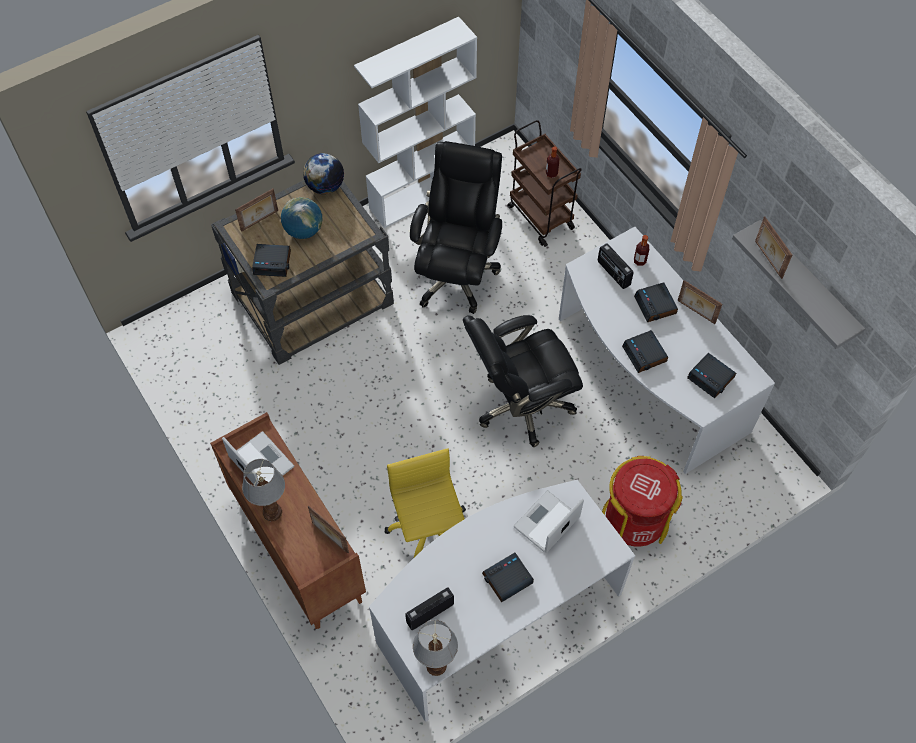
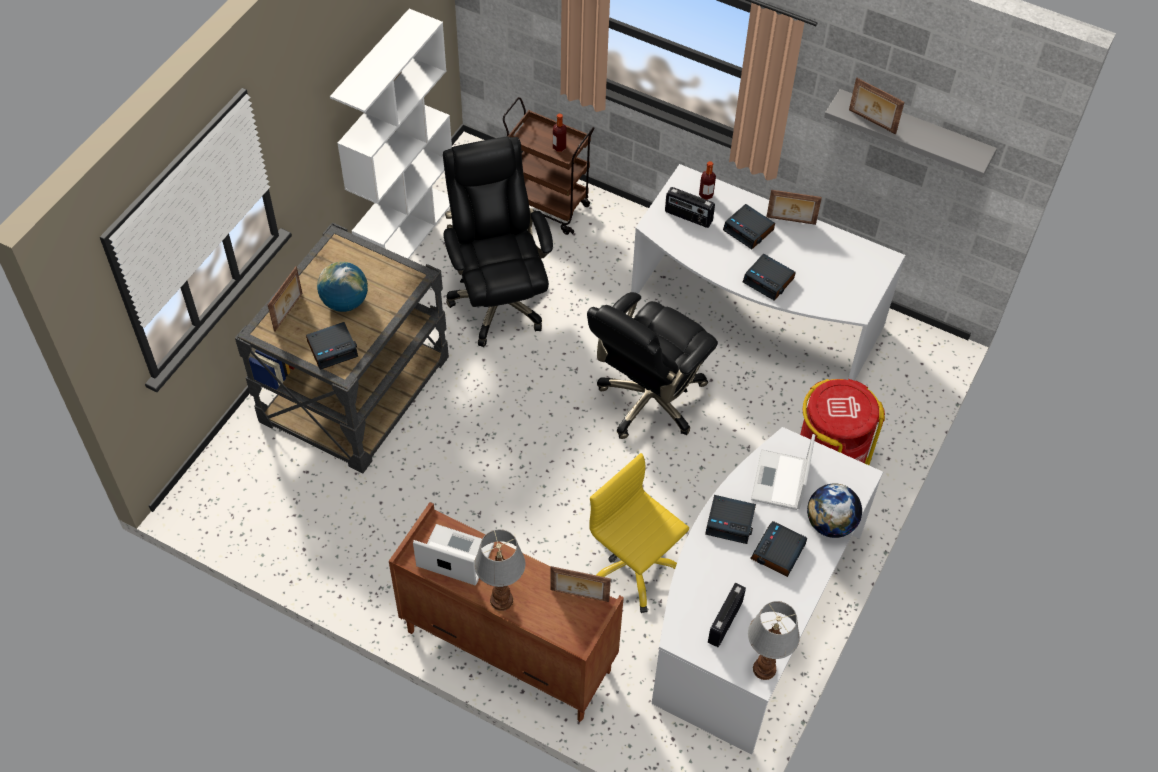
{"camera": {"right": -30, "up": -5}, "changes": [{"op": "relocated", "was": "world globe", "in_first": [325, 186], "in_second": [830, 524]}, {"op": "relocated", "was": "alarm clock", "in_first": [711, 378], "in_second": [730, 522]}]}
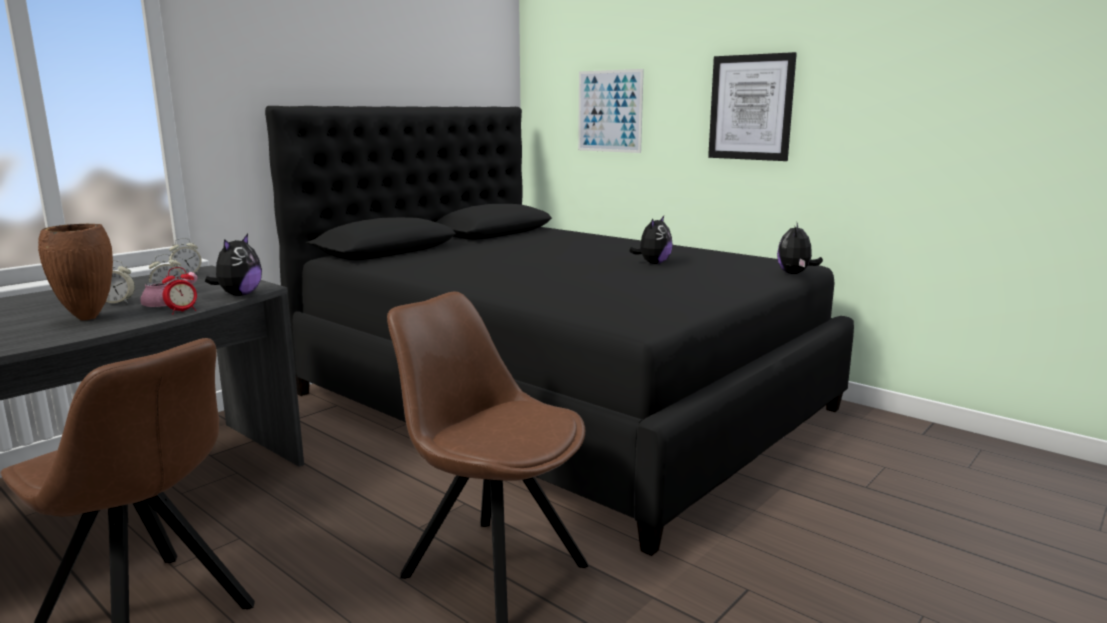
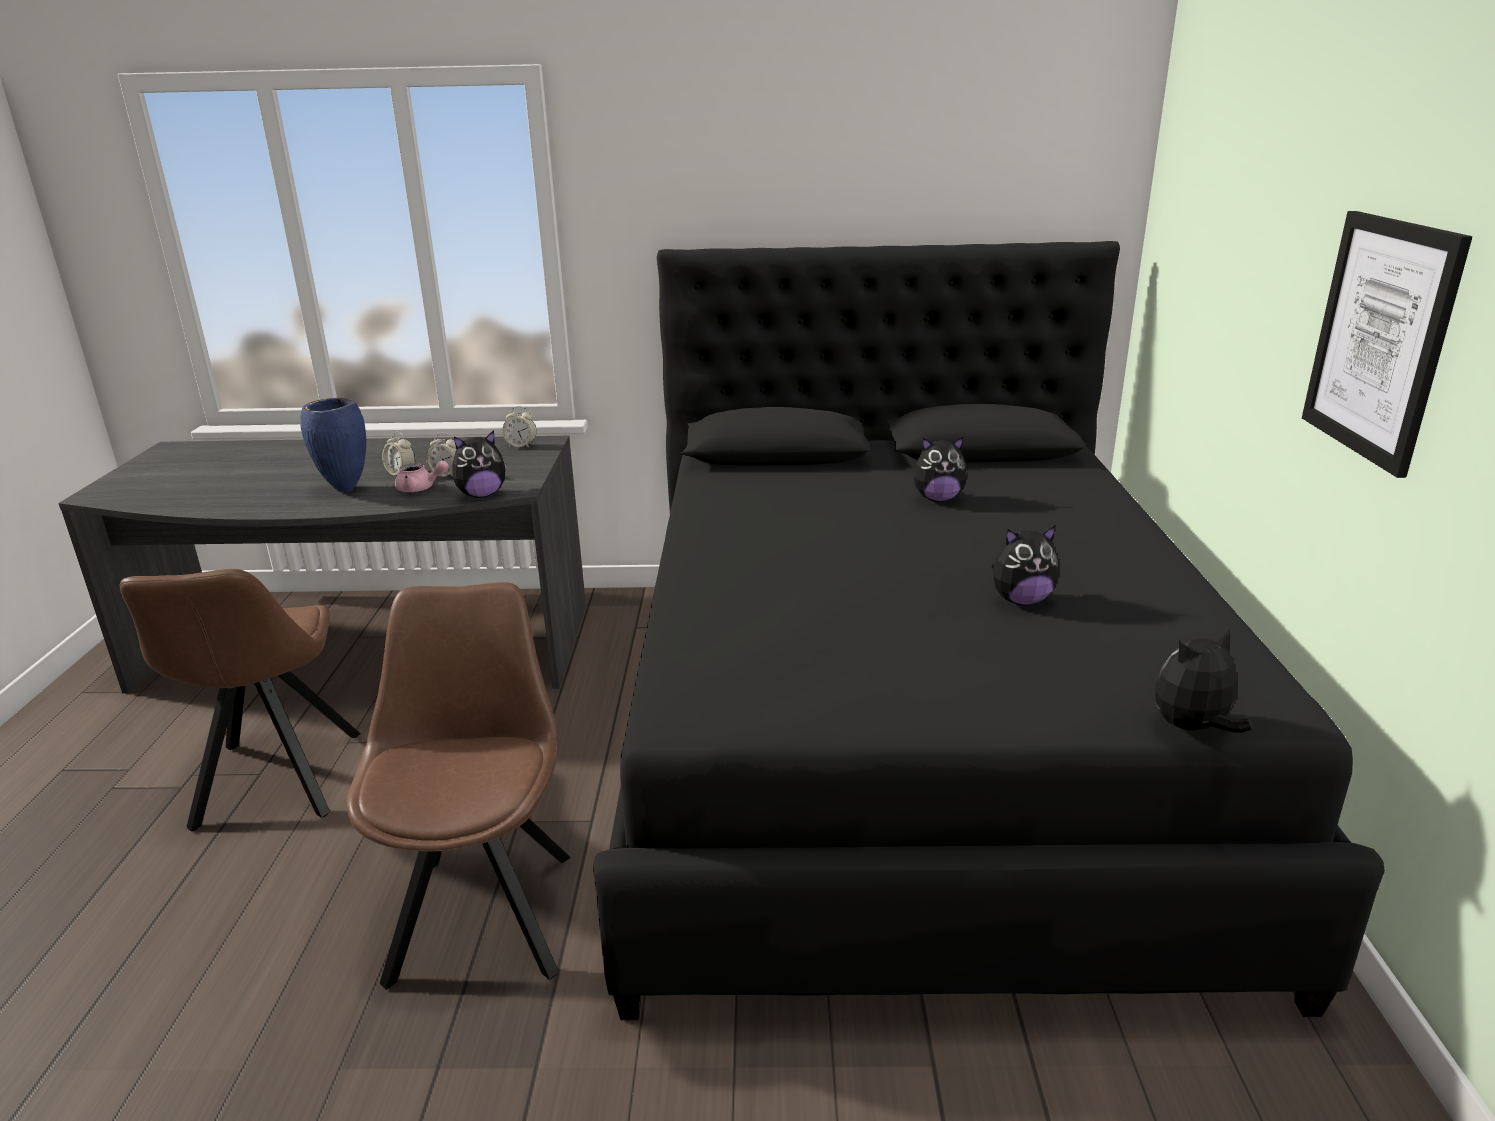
{"camera": {"right": 50, "up": 10}, "changes": [{"op": "colour", "was": "vase in brown-coloured", "now": "vase in bluish", "in_first": [87, 319], "in_second": [345, 490]}, {"op": "missing", "was": "alarm clock", "in_first": [183, 311]}, {"op": "missing", "was": "picture", "in_first": [609, 111]}, {"op": "appeared", "now": "plush toy", "in_second": [938, 499]}]}
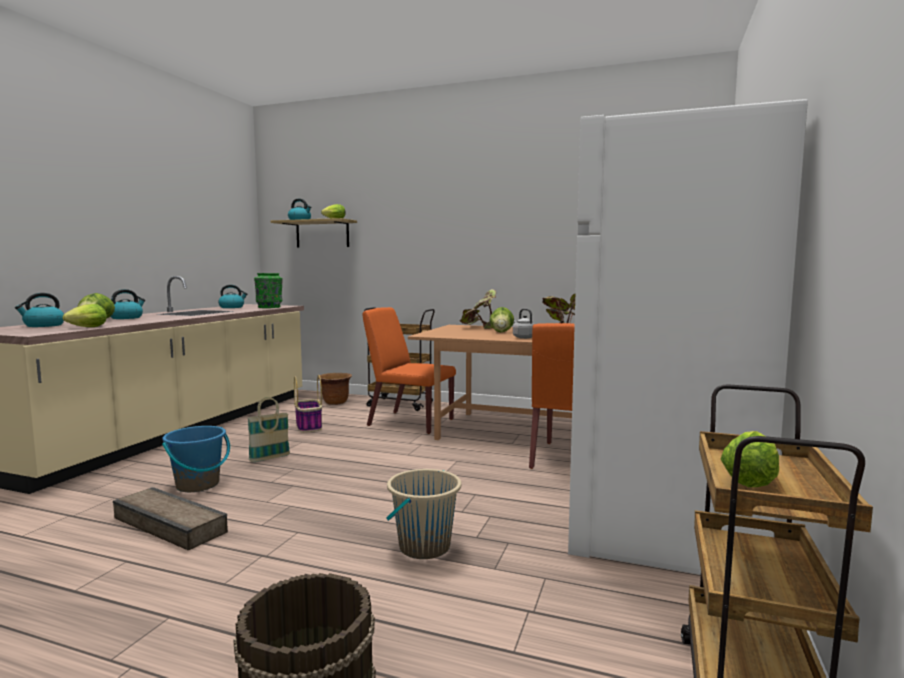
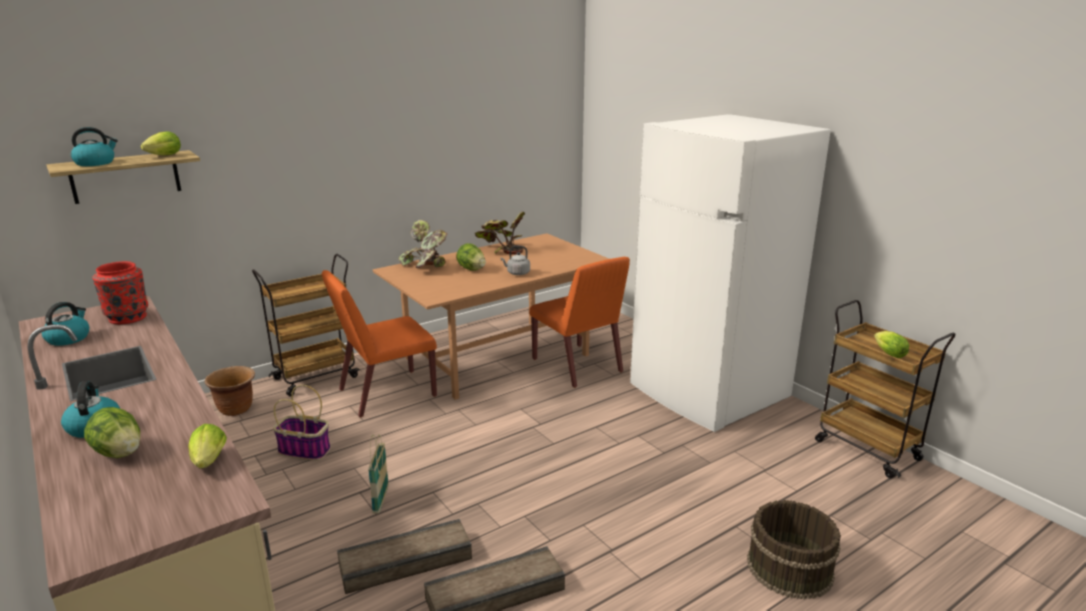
{"camera": {"right": -55, "up": 15}, "changes": [{"op": "missing", "was": "kettle", "in_first": [43, 325]}, {"op": "exchanged", "was": "pail in bluish", "now": "shipping crate", "in_first": [198, 485], "in_second": [405, 561]}, {"op": "colour", "was": "vase in green", "now": "vase in red", "in_first": [269, 307], "in_second": [127, 317]}, {"op": "missing", "was": "pail in beige", "in_first": [424, 547]}]}
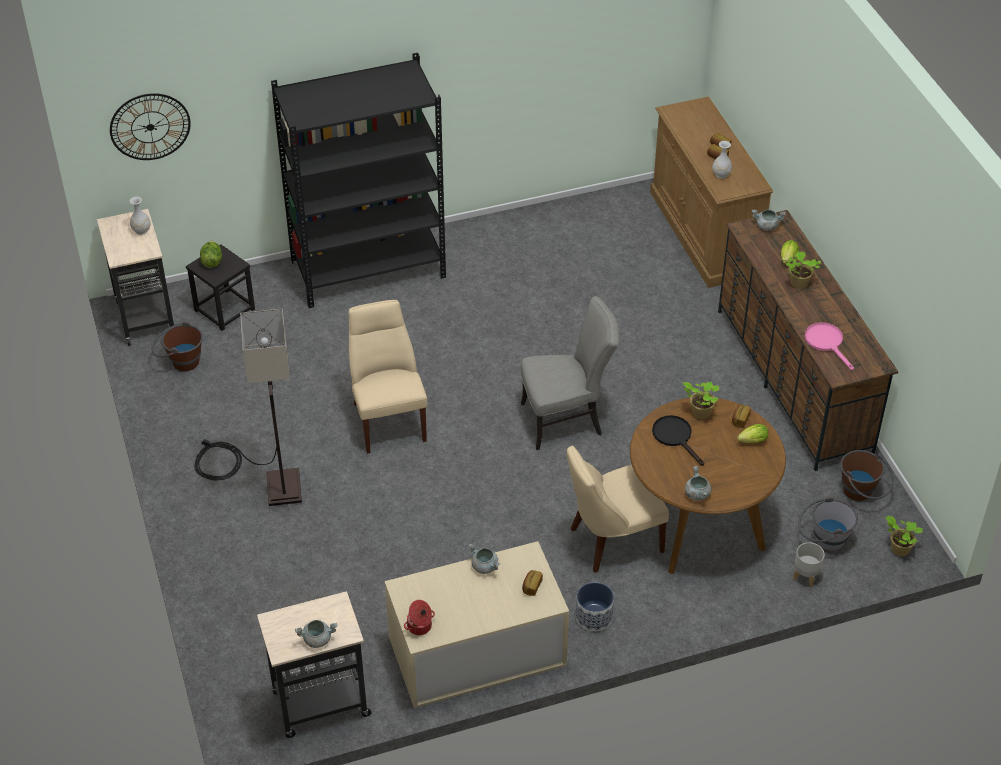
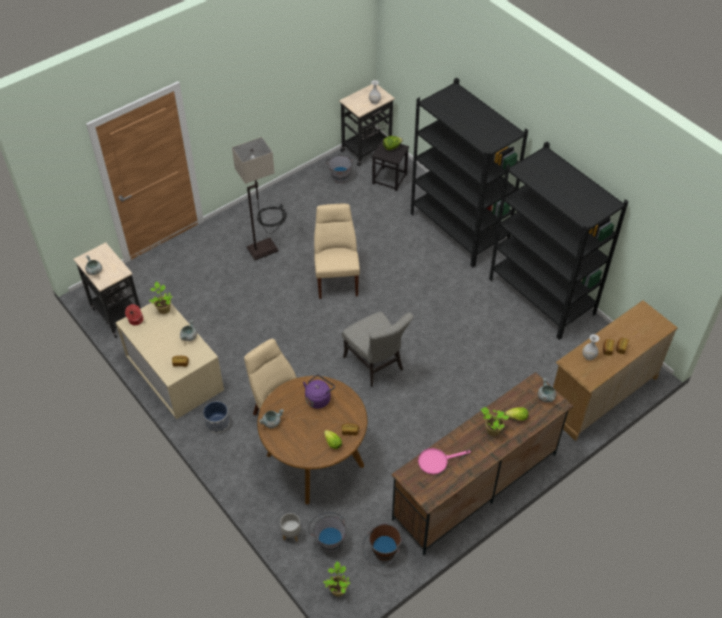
{"camera": {"right": 70, "up": 5}, "changes": [{"op": "missing", "was": "hanging clock", "in_first": [150, 127]}, {"op": "colour", "was": "pail in brown-coloured", "now": "pail in greyish", "in_first": [180, 361], "in_second": [339, 175]}, {"op": "spun", "was": "chair in beige", "in_first": [388, 419], "in_second": [336, 278], "clockwise": -60}, {"op": "exchanged", "was": "pan in blackish", "now": "kettle in purple", "in_first": [675, 437], "in_second": [319, 398]}, {"op": "relocated", "was": "plant in a pot", "in_first": [699, 413], "in_second": [163, 309]}, {"op": "spun", "was": "pan in pink", "in_first": [827, 343], "in_second": [437, 461], "clockwise": -150}, {"op": "appeared", "now": "bookcase in blackish", "in_second": [541, 296]}]}
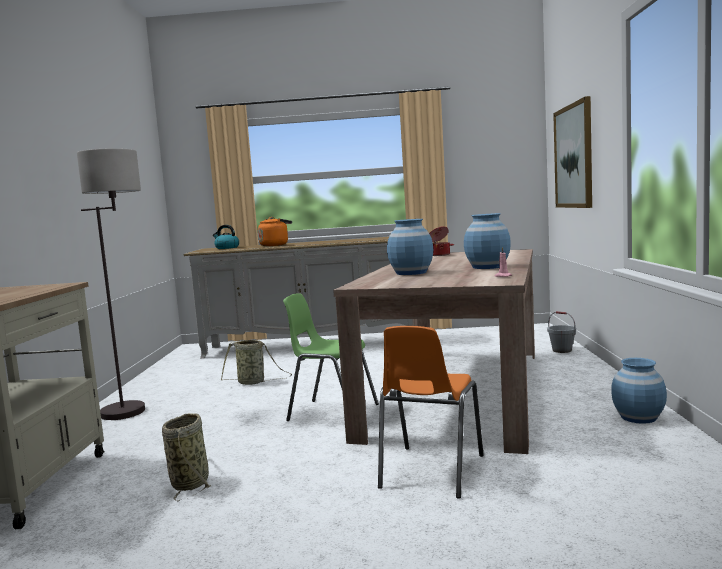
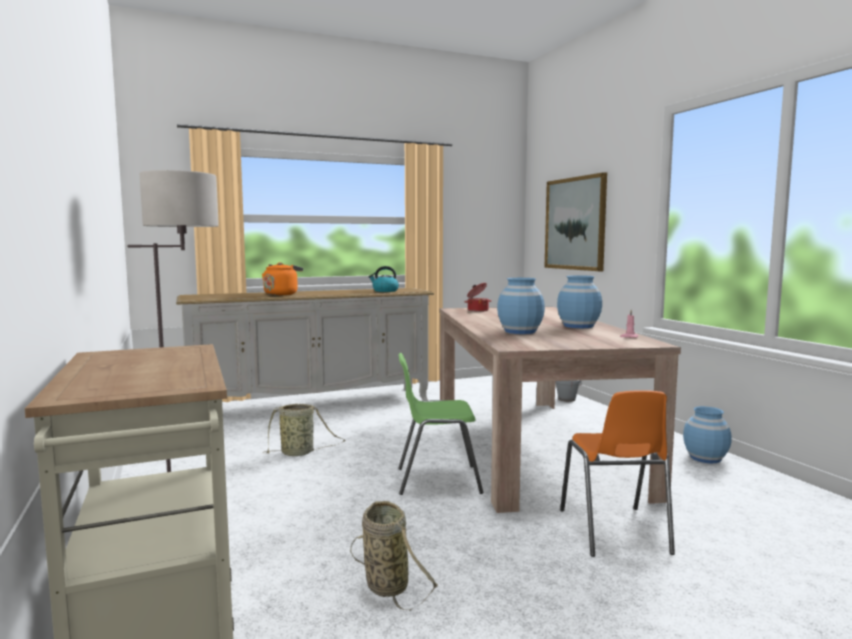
{"camera": {"right": -25, "up": 0}, "changes": [{"op": "relocated", "was": "kettle", "in_first": [226, 248], "in_second": [385, 291]}]}
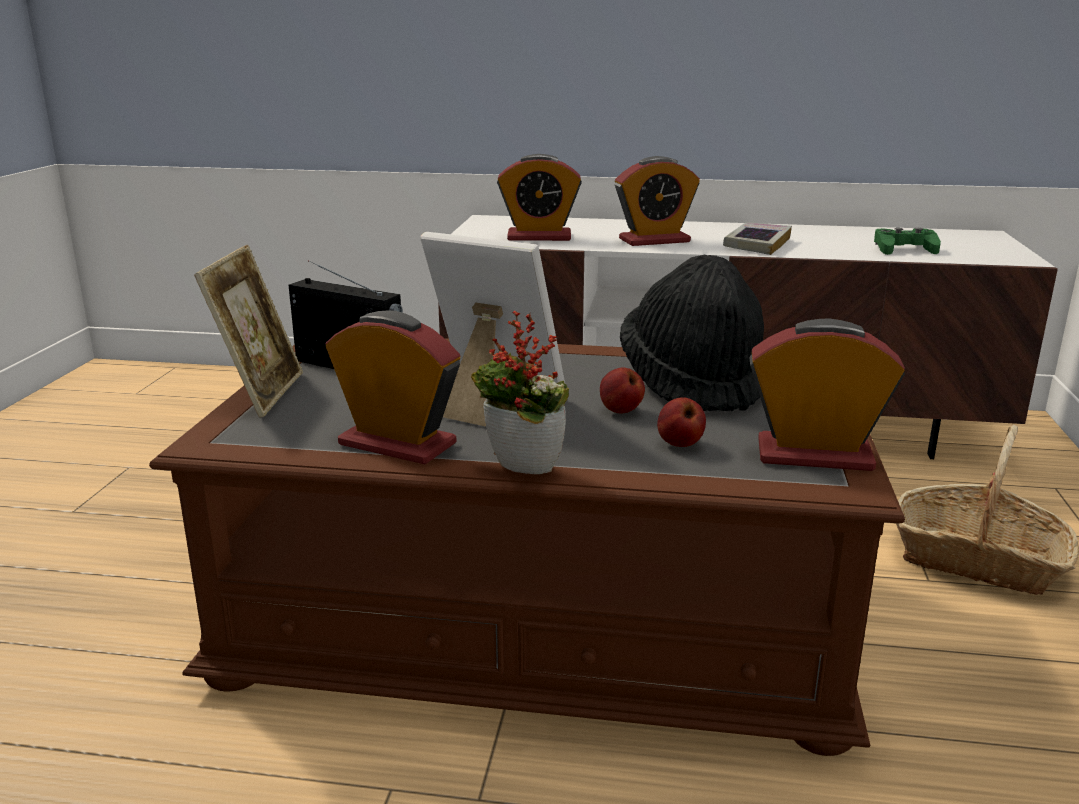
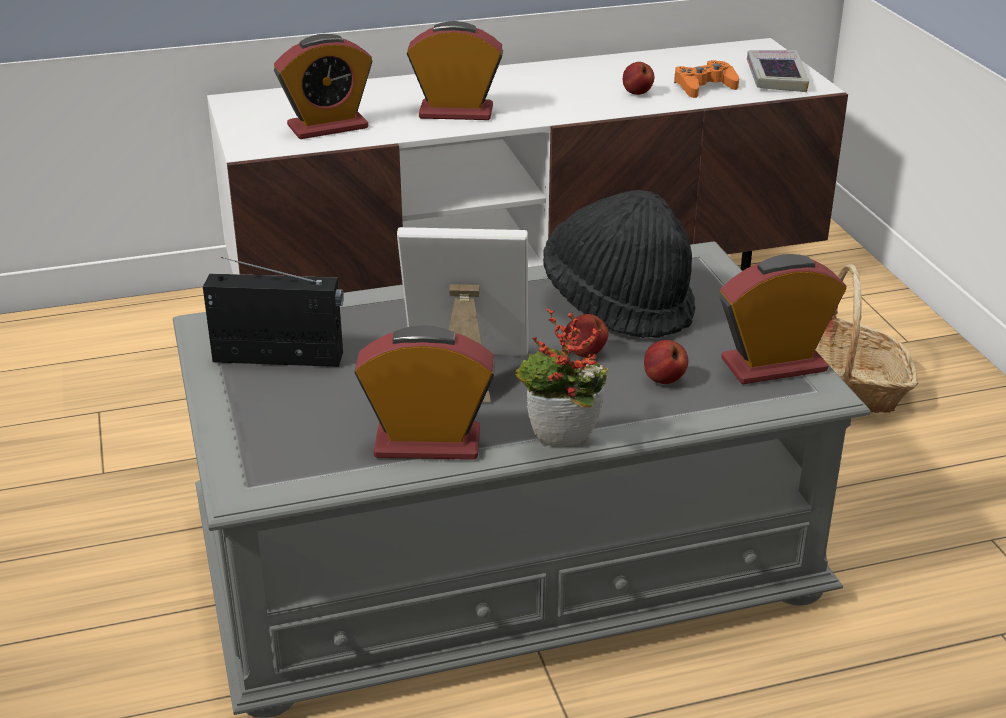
{"camera": {"right": -25, "up": 10}, "changes": [{"op": "colour", "was": "coffee table in brown-coloured", "now": "coffee table in greyish", "in_first": [536, 614], "in_second": [499, 551]}, {"op": "missing", "was": "picture frame", "in_first": [261, 393]}, {"op": "spun", "was": "alarm clock", "in_first": [654, 240], "in_second": [456, 112], "clockwise": -135}, {"op": "relocated", "was": "book", "in_first": [757, 244], "in_second": [776, 77]}, {"op": "colour", "was": "joypad in green", "now": "joypad in orangey", "in_first": [904, 249], "in_second": [704, 87]}, {"op": "appeared", "now": "apple", "in_second": [636, 93]}]}
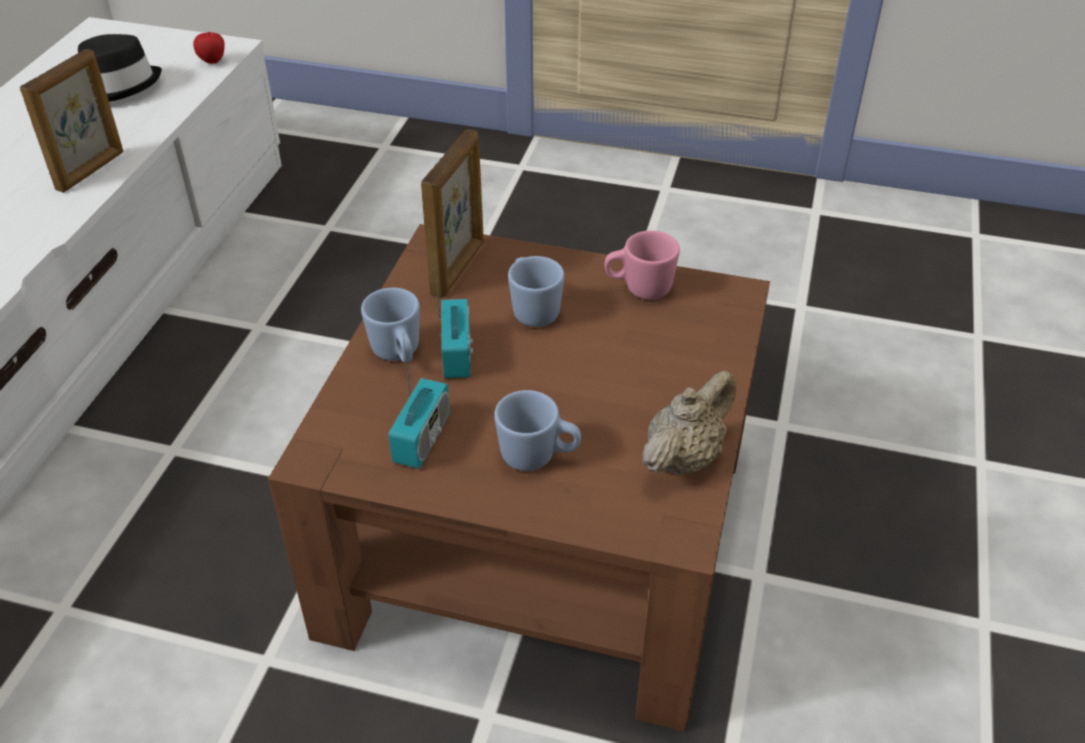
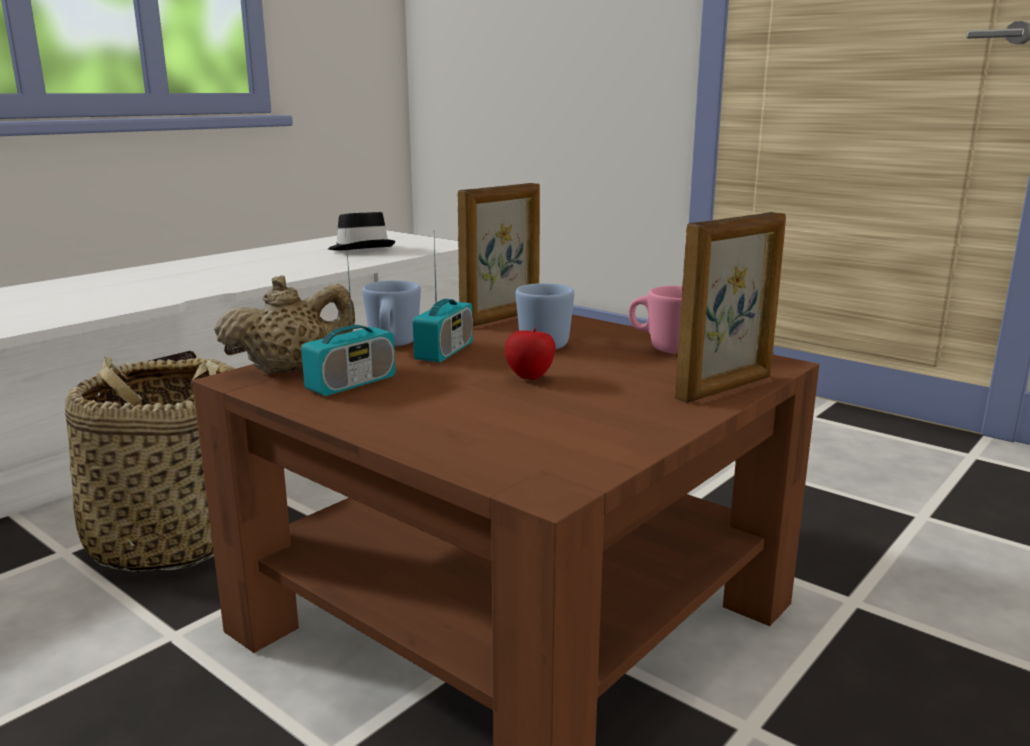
{"camera": {"right": 25, "up": -25}, "changes": [{"op": "relocated", "was": "picture frame", "in_first": [91, 171], "in_second": [725, 388]}, {"op": "relocated", "was": "apple", "in_first": [213, 62], "in_second": [530, 378]}, {"op": "missing", "was": "tea mug in bluish", "in_first": [538, 457]}, {"op": "relocated", "was": "tea pot in beige", "in_first": [684, 457], "in_second": [290, 369]}, {"op": "appeared", "now": "household basket", "in_second": [173, 538]}]}
